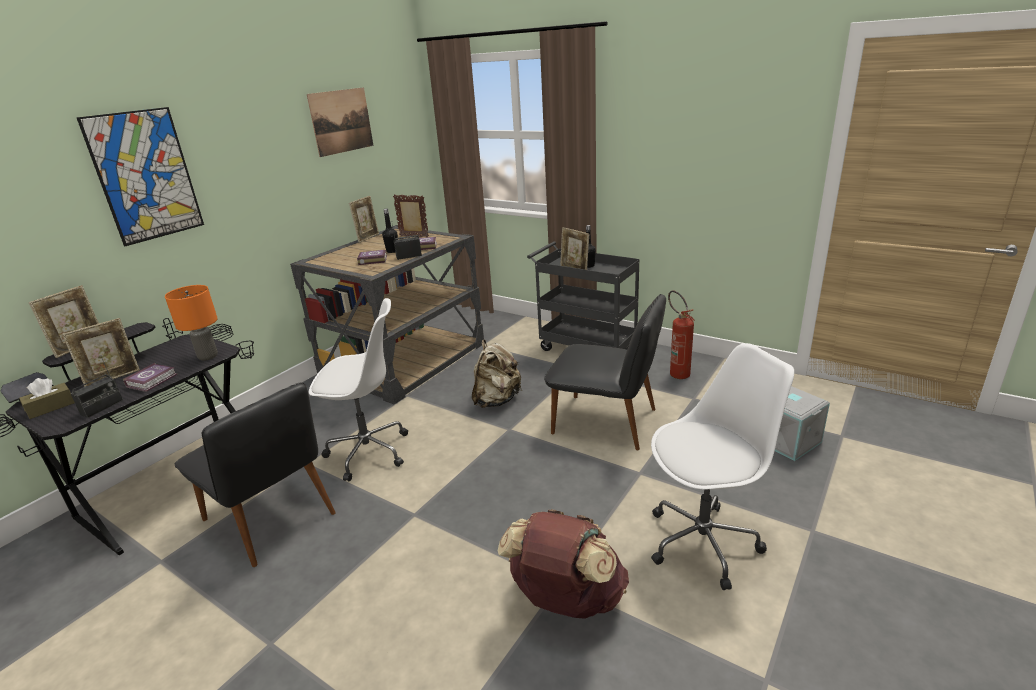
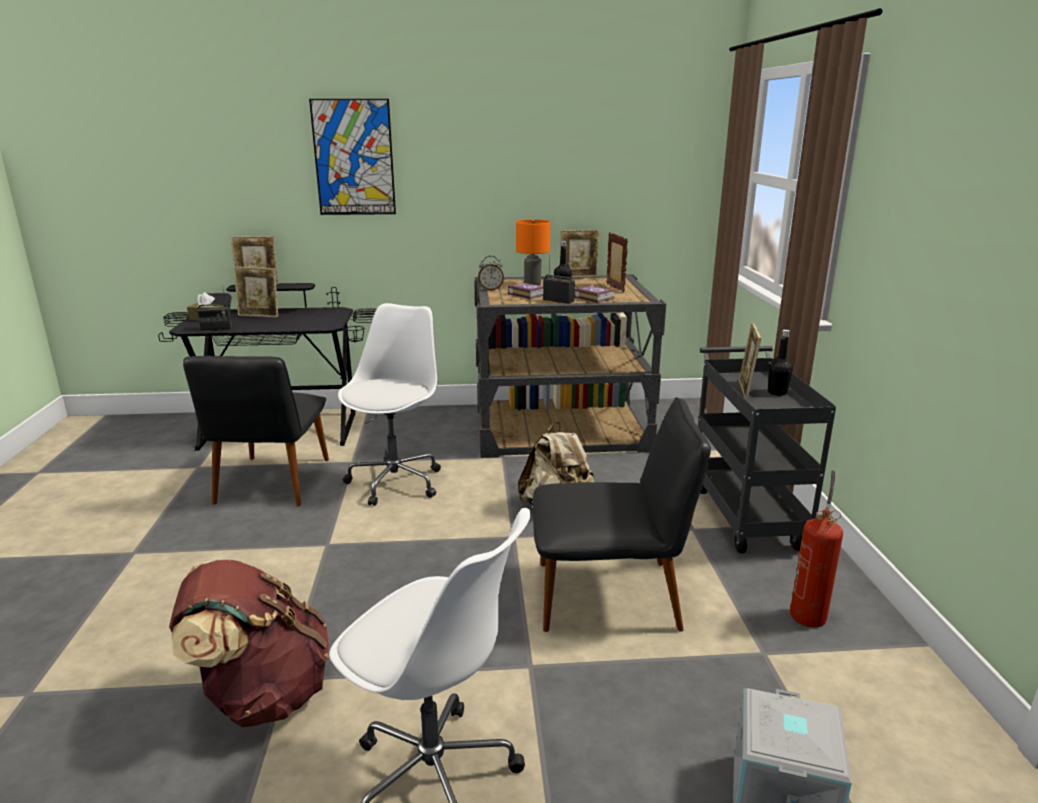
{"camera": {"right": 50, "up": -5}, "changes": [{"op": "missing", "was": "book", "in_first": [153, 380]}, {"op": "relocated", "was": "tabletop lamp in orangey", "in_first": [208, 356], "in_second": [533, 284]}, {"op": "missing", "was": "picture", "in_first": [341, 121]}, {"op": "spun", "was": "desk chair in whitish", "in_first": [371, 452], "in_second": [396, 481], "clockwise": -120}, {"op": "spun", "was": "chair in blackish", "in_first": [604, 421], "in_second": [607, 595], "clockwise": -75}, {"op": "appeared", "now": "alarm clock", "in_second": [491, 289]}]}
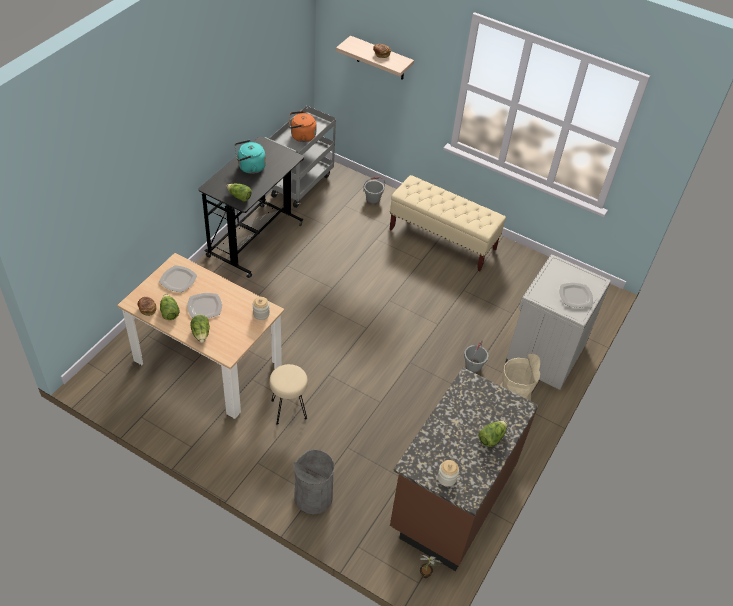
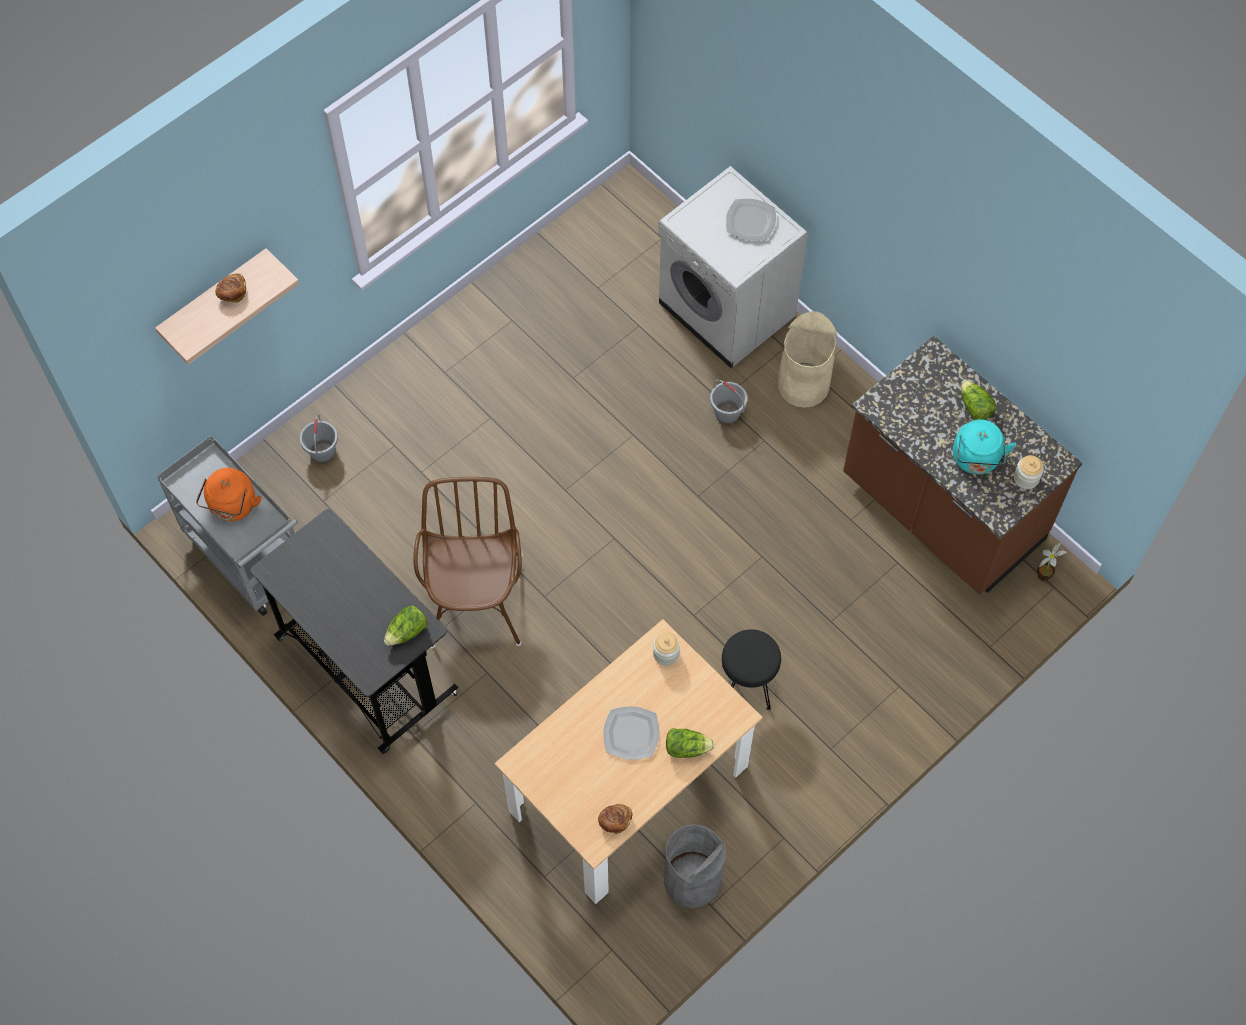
{"camera": {"right": -70, "up": 15}, "changes": [{"op": "missing", "was": "plate", "in_first": [177, 280]}, {"op": "missing", "was": "lettuce", "in_first": [169, 312]}, {"op": "relocated", "was": "kettle in turquoise", "in_first": [250, 167], "in_second": [976, 460]}, {"op": "colour", "was": "stool in beige", "now": "stool in blackish", "in_first": [288, 410], "in_second": [747, 687]}, {"op": "relocated", "was": "waste bin in greyish", "in_first": [313, 497], "in_second": [692, 879]}, {"op": "missing", "was": "long seat in beige", "in_first": [442, 239]}, {"op": "appeared", "now": "chair in brown-coloured", "in_second": [475, 594]}]}
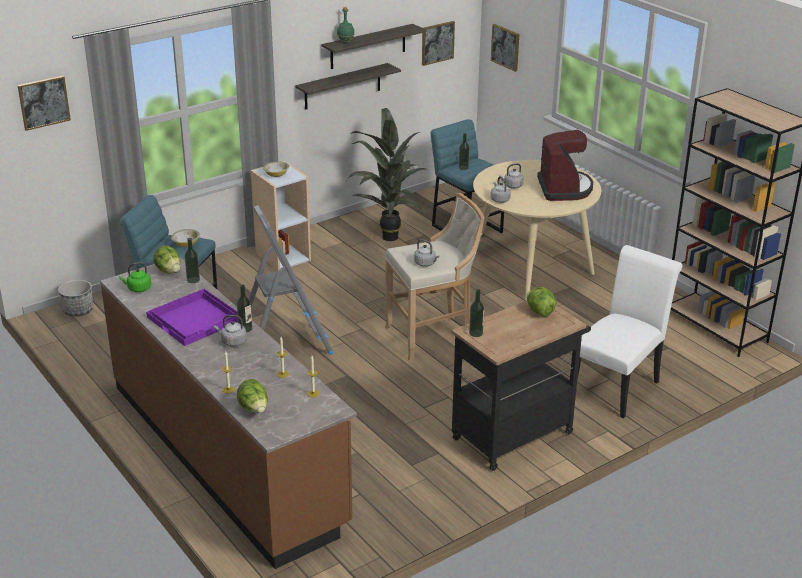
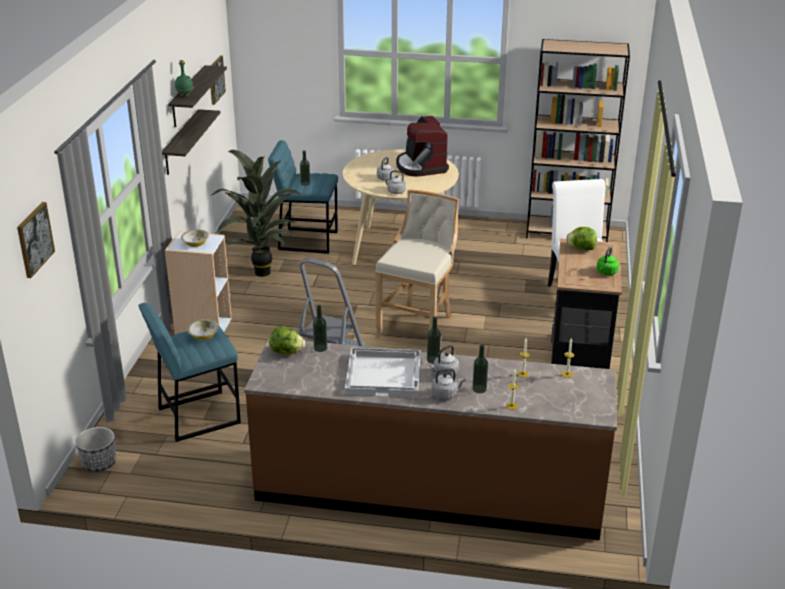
{"camera": {"right": -45, "up": 0}, "changes": [{"op": "relocated", "was": "kettle in green", "in_first": [138, 289], "in_second": [606, 272]}, {"op": "colour", "was": "tray in purple", "now": "tray in whitish", "in_first": [196, 319], "in_second": [384, 373]}, {"op": "missing", "was": "lettuce", "in_first": [254, 409]}, {"op": "relocated", "was": "kettle in greyish", "in_first": [426, 263], "in_second": [446, 394]}, {"op": "relocated", "was": "drink bottle", "in_first": [476, 333], "in_second": [479, 389]}, {"op": "missing", "was": "picture", "in_first": [505, 47]}, {"op": "spun", "was": "coffee maker", "in_first": [564, 188], "in_second": [421, 166], "clockwise": -150}]}
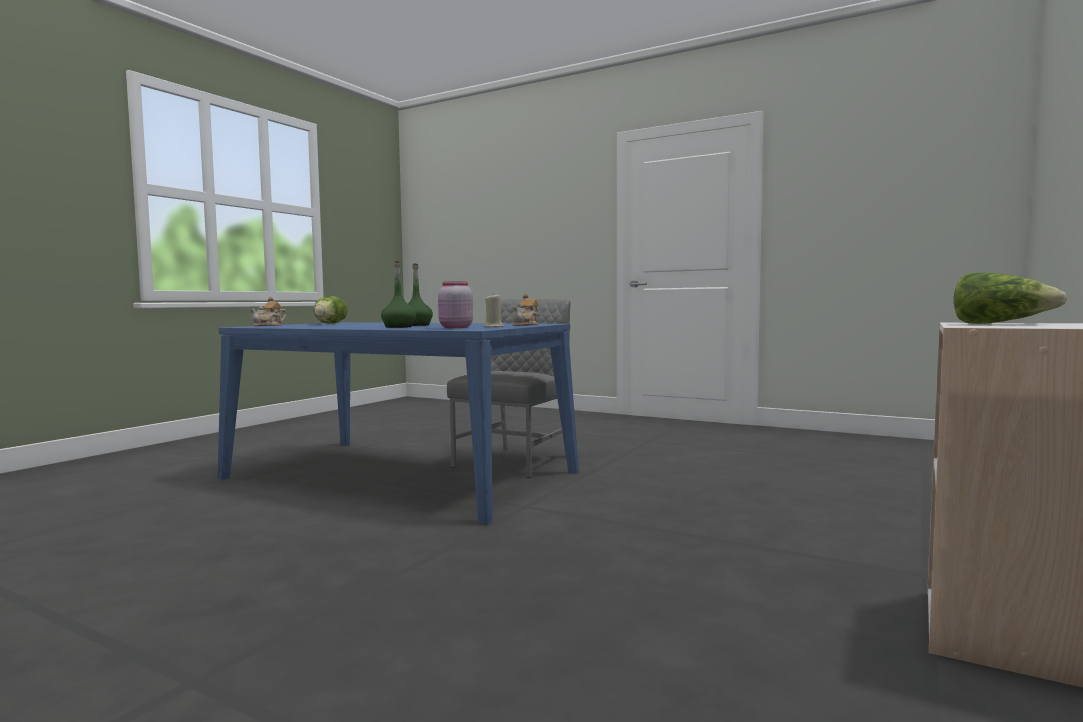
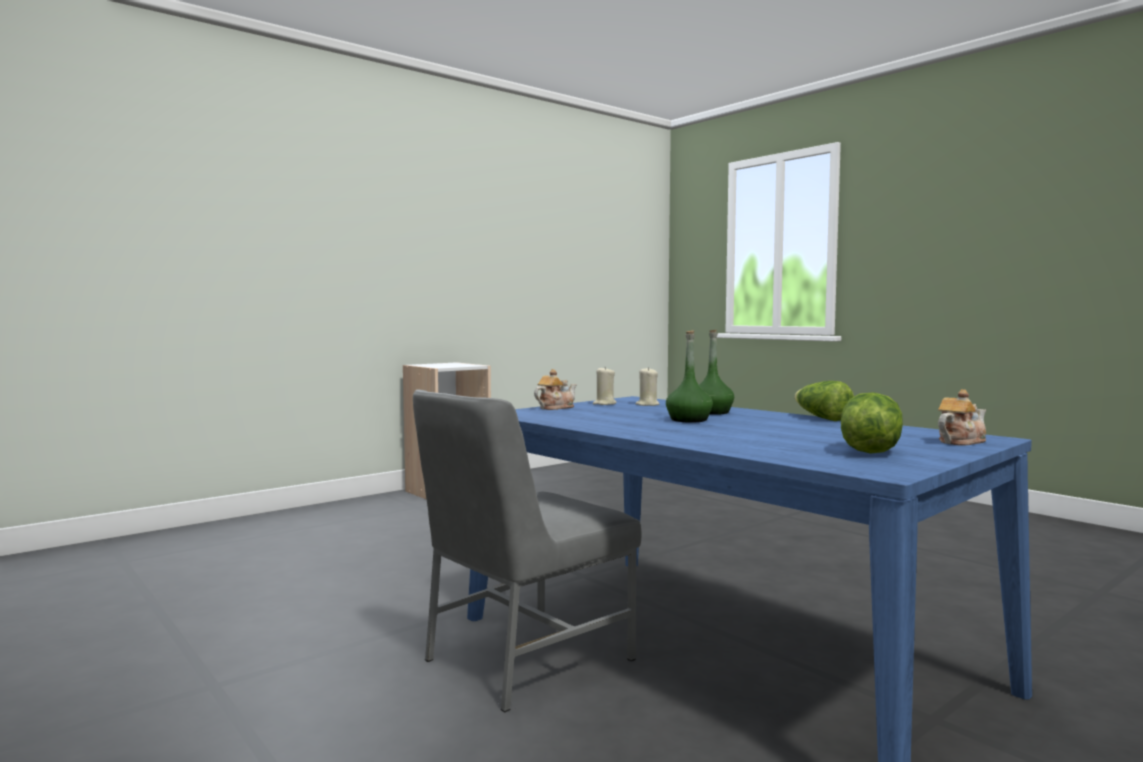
{"camera": {"right": -160, "up": 0}, "changes": [{"op": "exchanged", "was": "preserve jar in pink", "now": "wax light in beige", "in_first": [455, 327], "in_second": [647, 404]}, {"op": "relocated", "was": "lettuce", "in_first": [1000, 324], "in_second": [821, 418]}]}
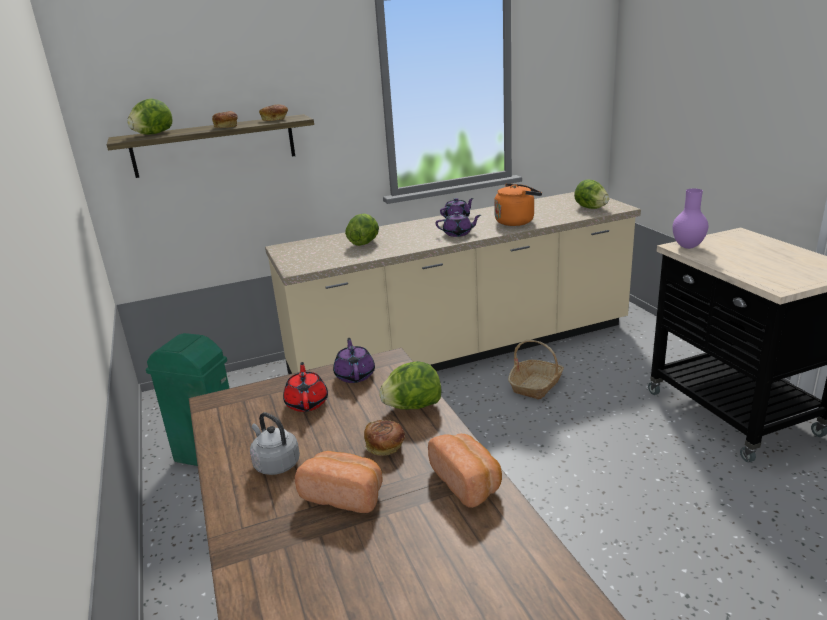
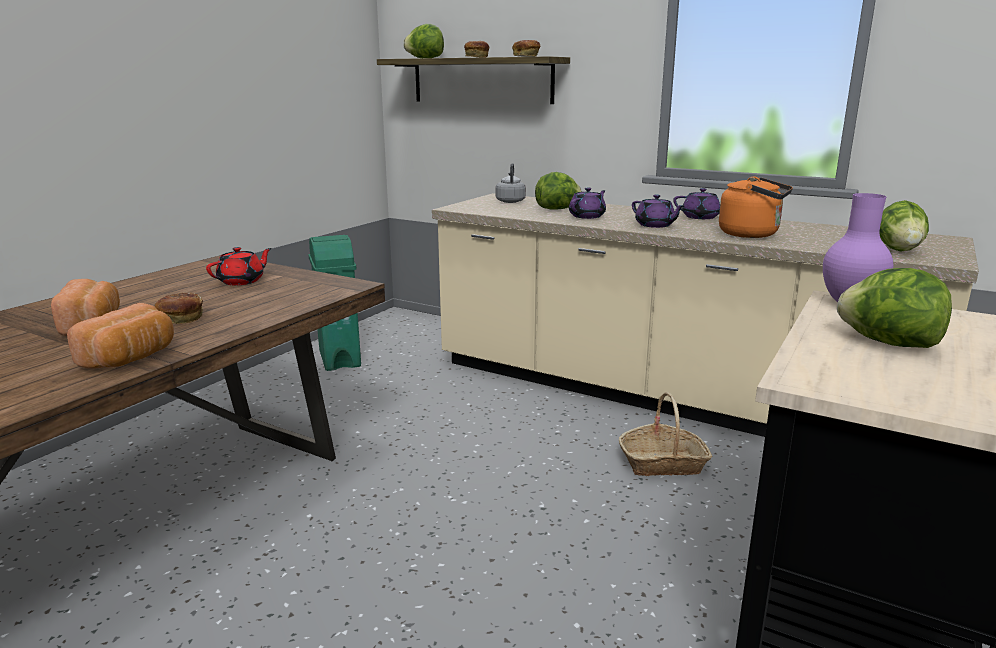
{"camera": {"right": 50, "up": -5}, "changes": [{"op": "relocated", "was": "kettle in greyish", "in_first": [275, 463], "in_second": [510, 201]}, {"op": "relocated", "was": "tea pot in purple", "in_first": [355, 375], "in_second": [587, 216]}, {"op": "relocated", "was": "lettuce", "in_first": [412, 407], "in_second": [888, 343]}]}
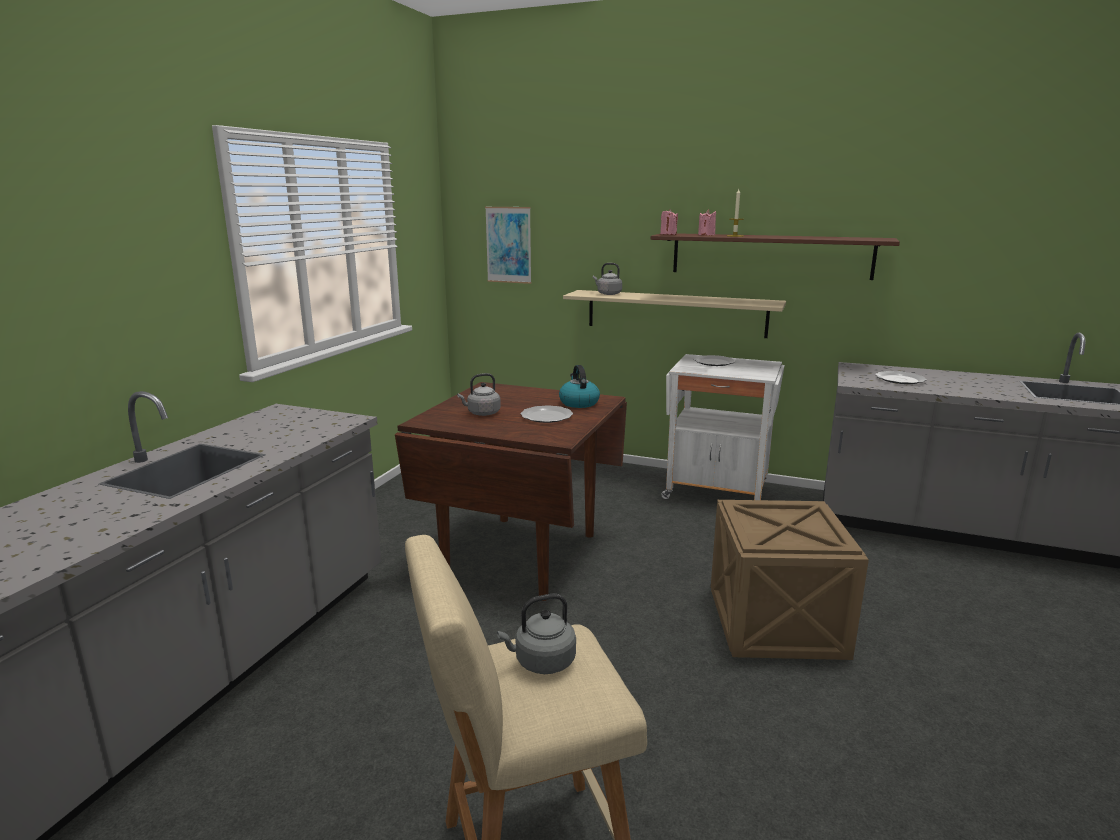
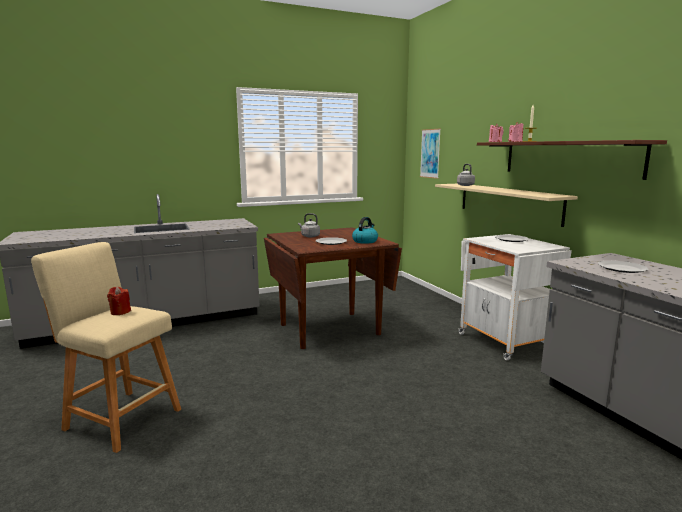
{"camera": {"right": 45, "up": -5}, "changes": [{"op": "exchanged", "was": "kettle in greyish", "now": "wax light in red", "in_first": [541, 662], "in_second": [120, 312]}, {"op": "missing", "was": "shipping crate", "in_first": [774, 622]}]}
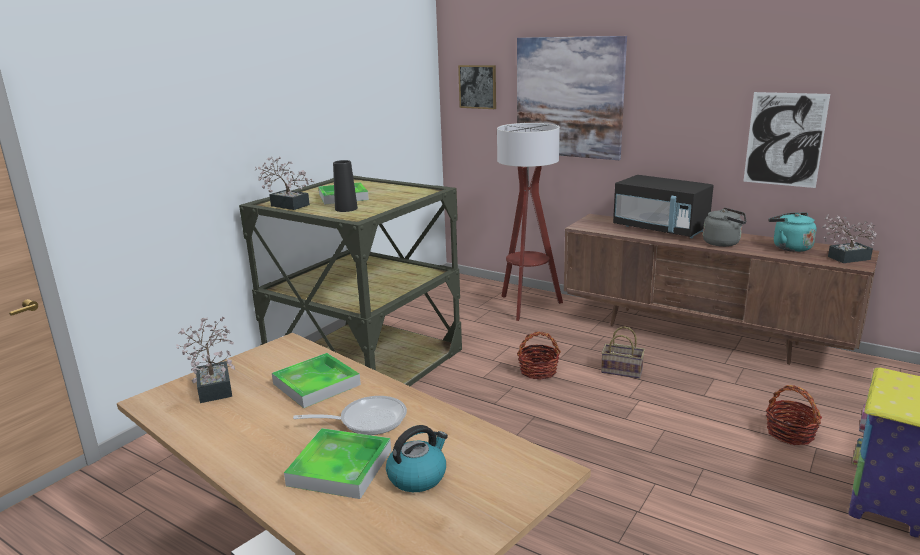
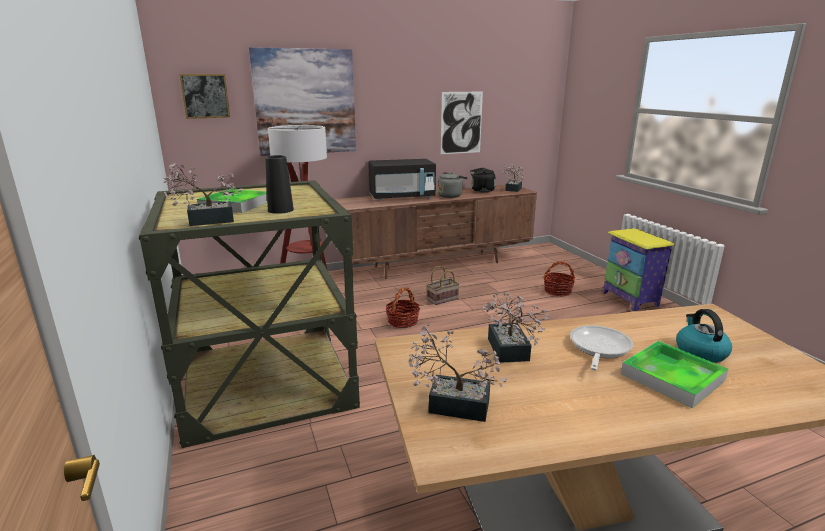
{"camera": {"right": -55, "up": 0}, "changes": [{"op": "exchanged", "was": "tray", "now": "plant in a pot", "in_first": [316, 384], "in_second": [509, 353]}, {"op": "colour", "was": "kettle in turquoise", "now": "kettle in blackish", "in_first": [789, 247], "in_second": [481, 191]}]}
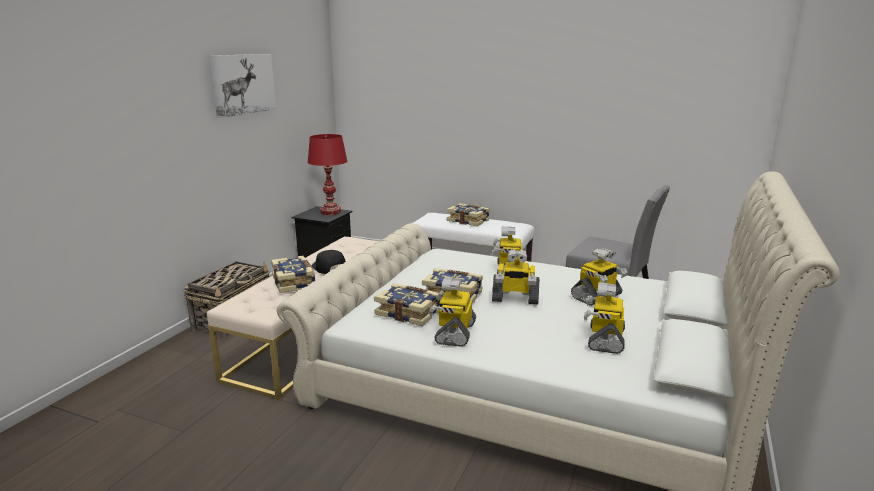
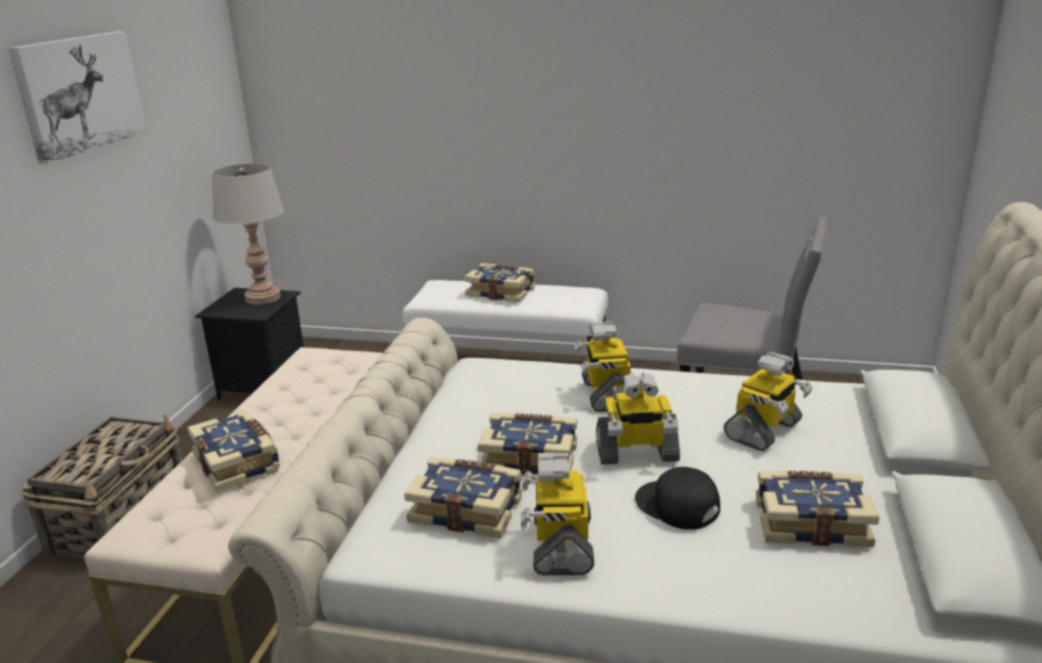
{"camera": {"right": -10, "up": 5}, "changes": [{"op": "colour", "was": "tabletop lamp in red", "now": "tabletop lamp in greyish", "in_first": [330, 212], "in_second": [263, 298]}, {"op": "relocated", "was": "peaked cap in blackish", "in_first": [328, 267], "in_second": [676, 506]}, {"op": "exchanged", "was": "robot figure", "now": "book", "in_first": [604, 339], "in_second": [811, 522]}]}
